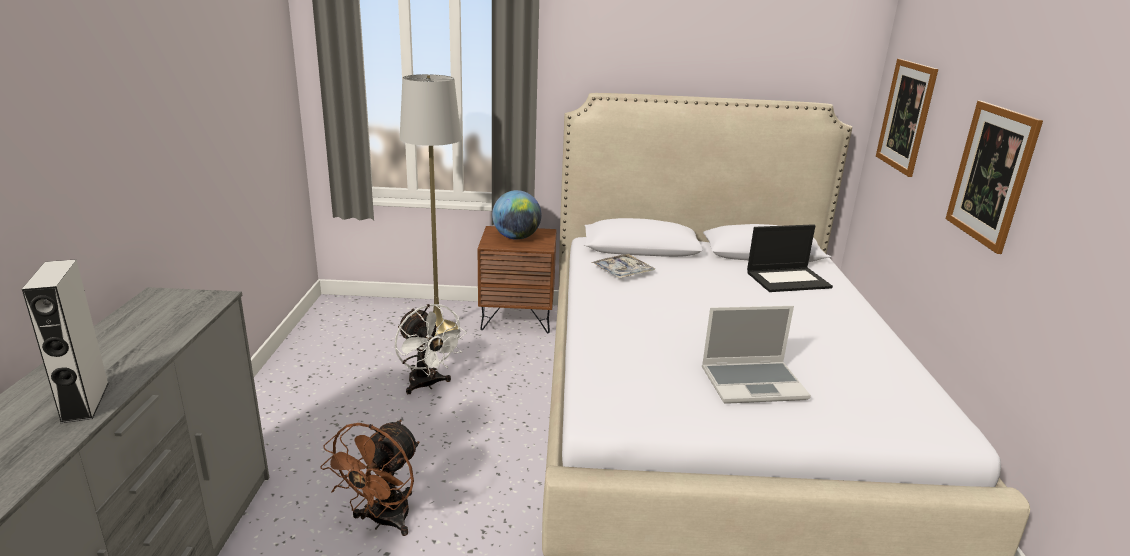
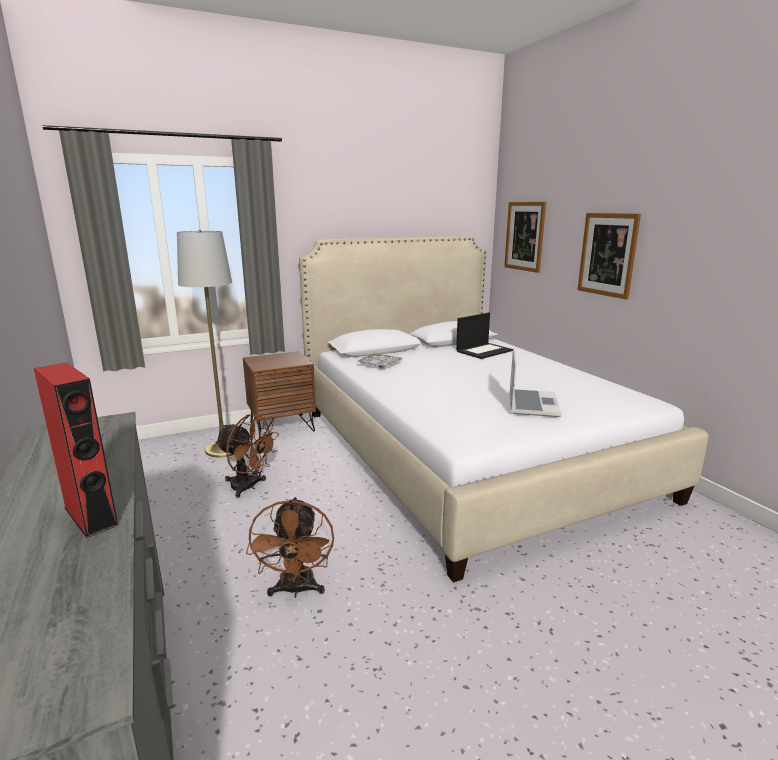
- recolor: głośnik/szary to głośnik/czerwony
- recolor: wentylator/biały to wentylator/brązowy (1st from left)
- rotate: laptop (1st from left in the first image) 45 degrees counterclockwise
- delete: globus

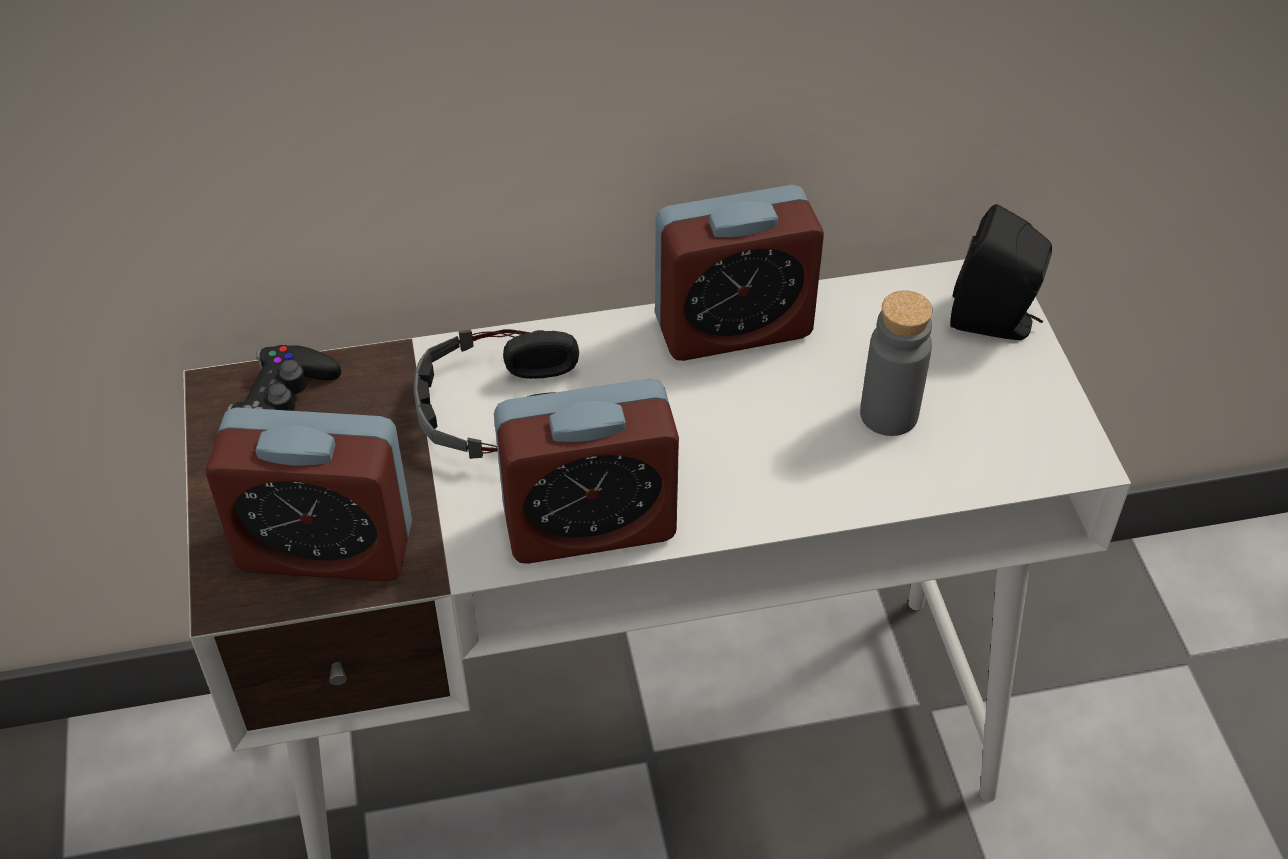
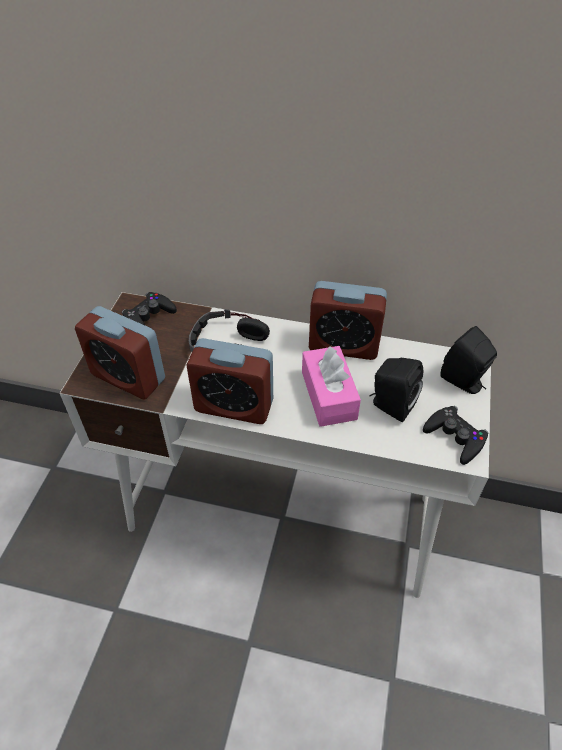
- insert: pudełko chusteczek/różowy
- replace: butelka/szary to głośnik/czarny (1st from left)
- insert: pad do gier/czarny (2nd from left)

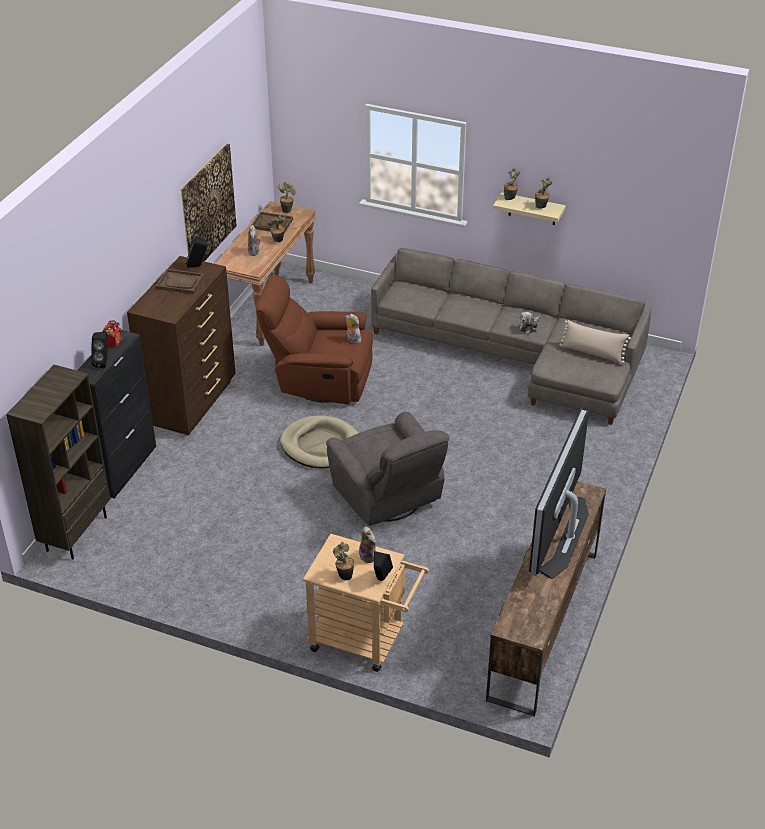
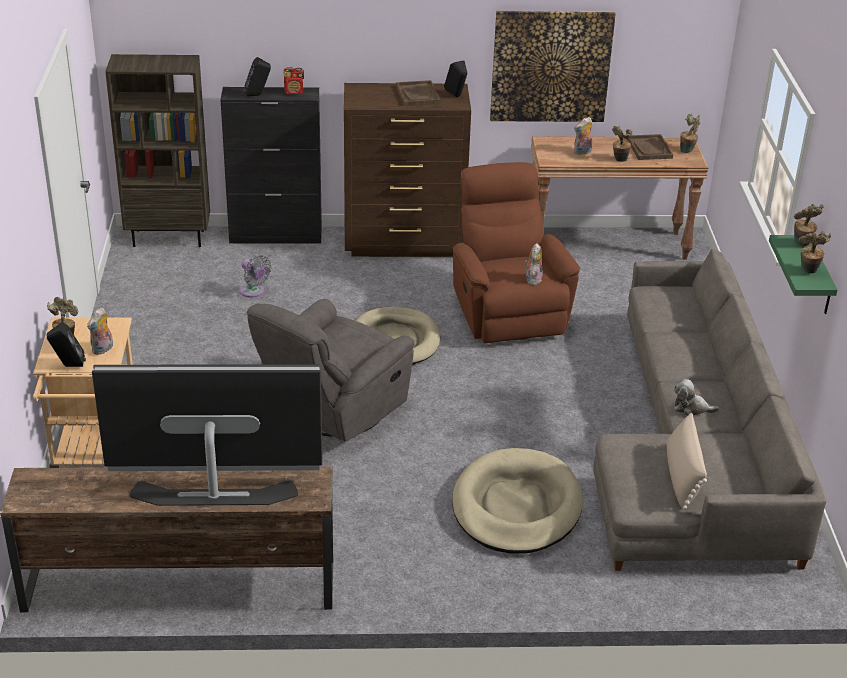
- insert: wentylator/szary
- insert: legowisko/beżowy (2nd from left)
- recolor: półka/beżowy to półka/zielony

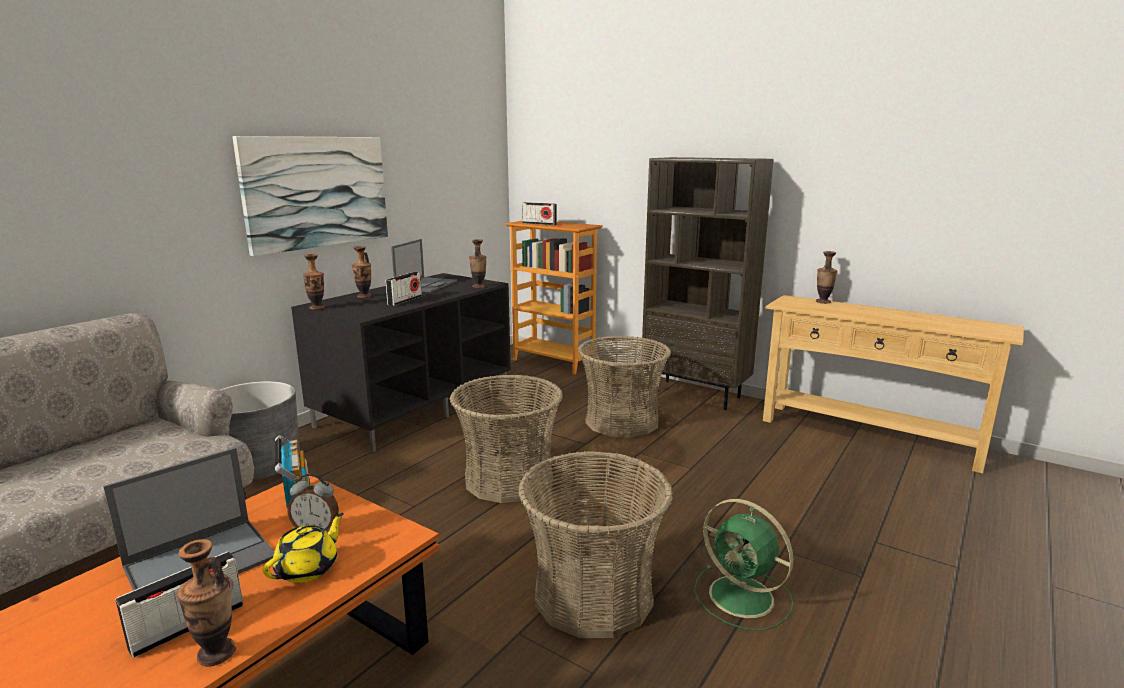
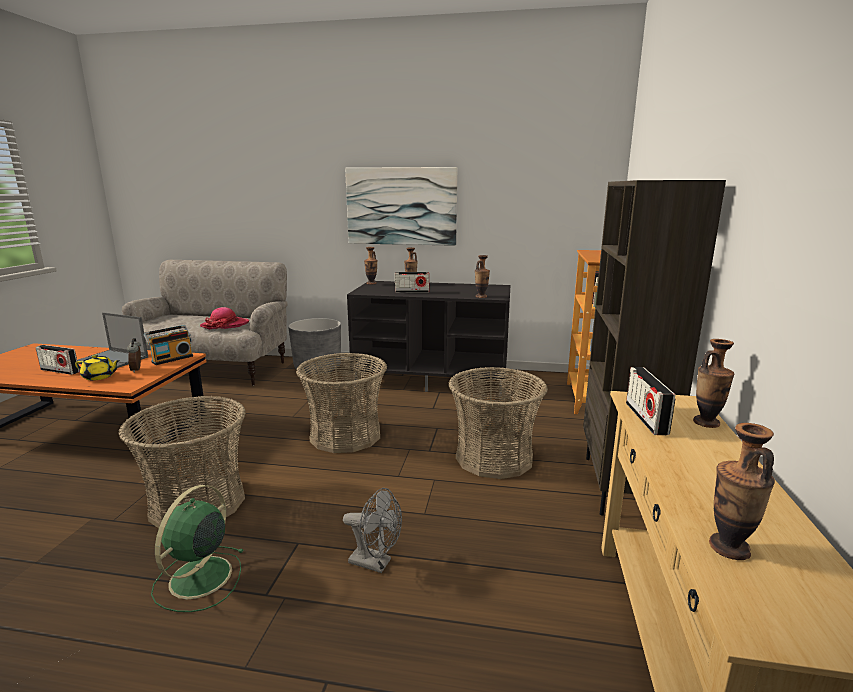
- insert: kapelusz
- insert: wentylator/szary
- move: radio (4th from left)
- move: wazon (1st from left in the first image) to wazon (5th from left)
- delete: laptop (2nd from left)

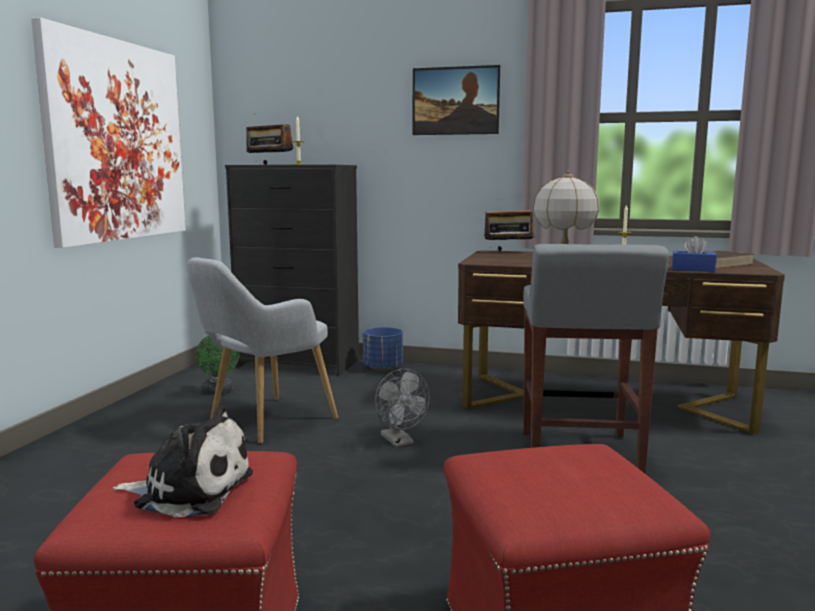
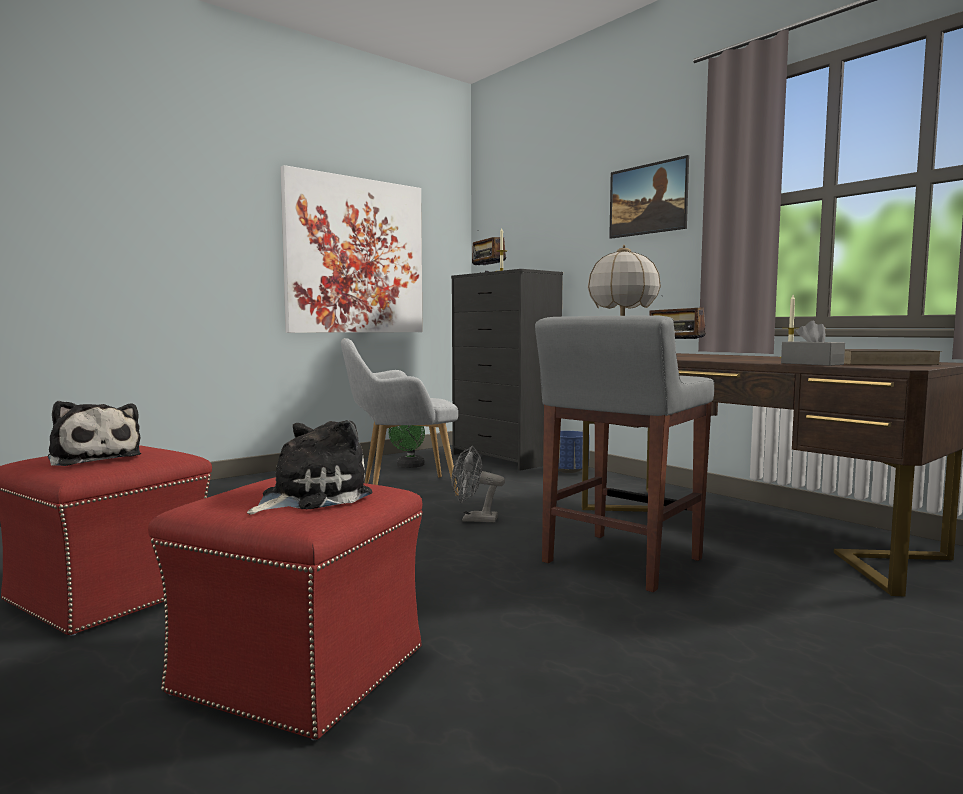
- insert: pluszak (2nd from left)
- rotate: wentylator/szary 90 degrees clockwise
- recolor: pudełko chusteczek/niebieski to pudełko chusteczek/szary

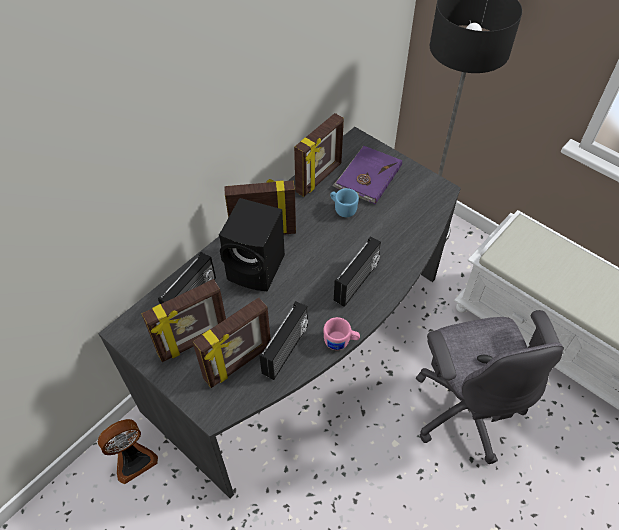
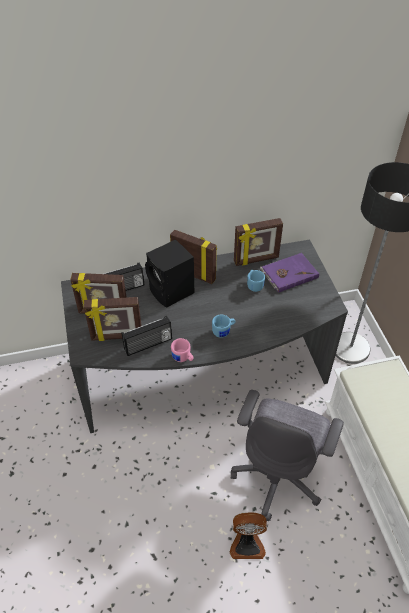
- replace: radio (3rd from left) to kubek/niebieski (1st from left)
- move: wentylator

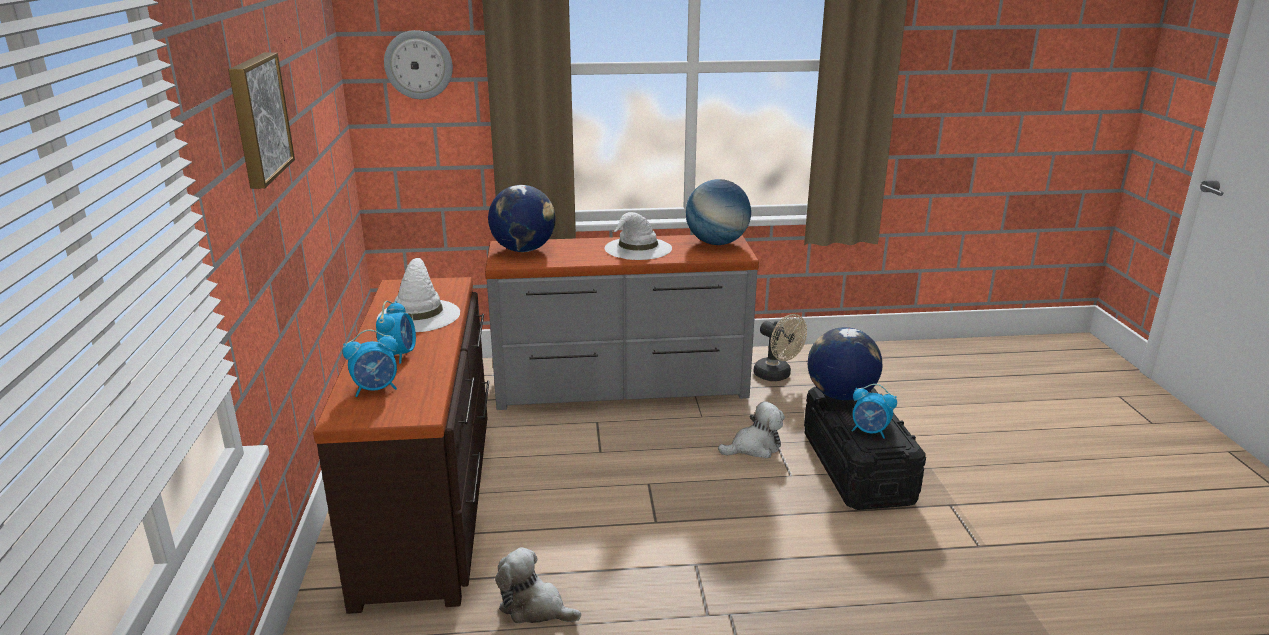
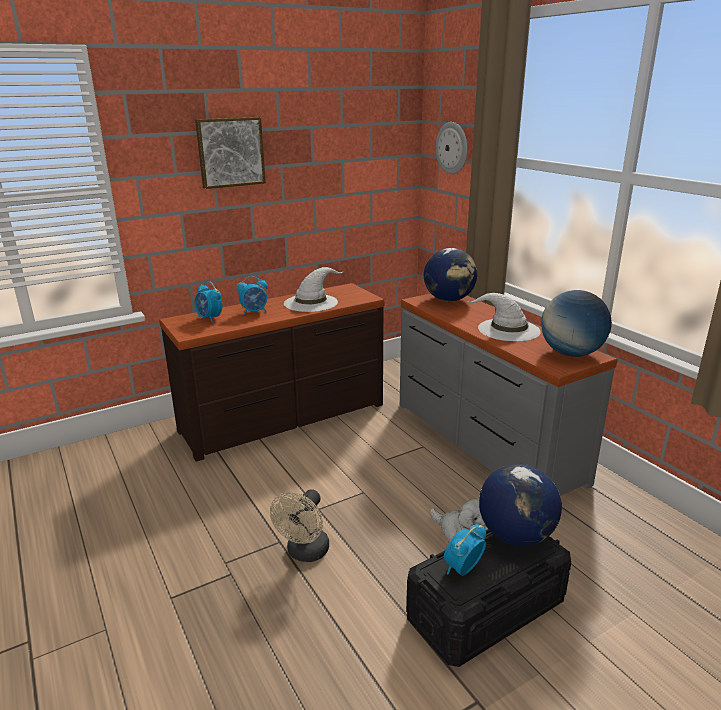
- move: wentylator/beżowy
- rotate: budzik (3rd from left) 45 degrees clockwise
- delete: pluszak (1st from left)

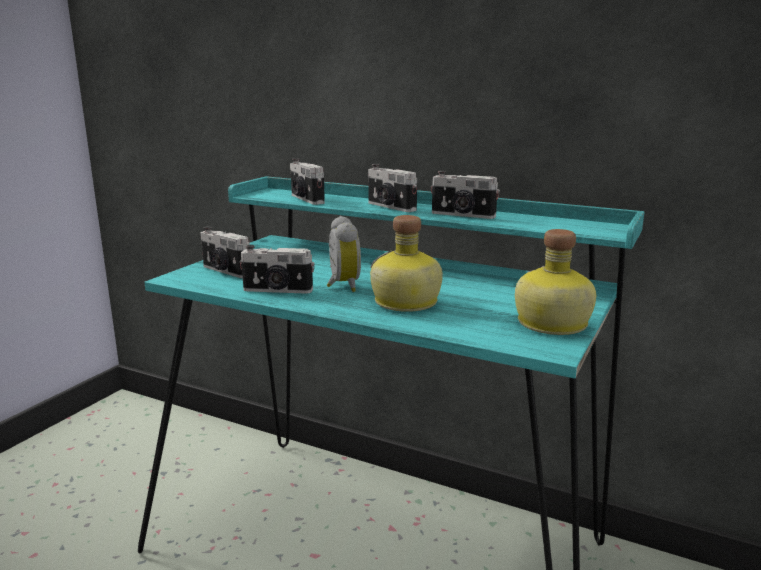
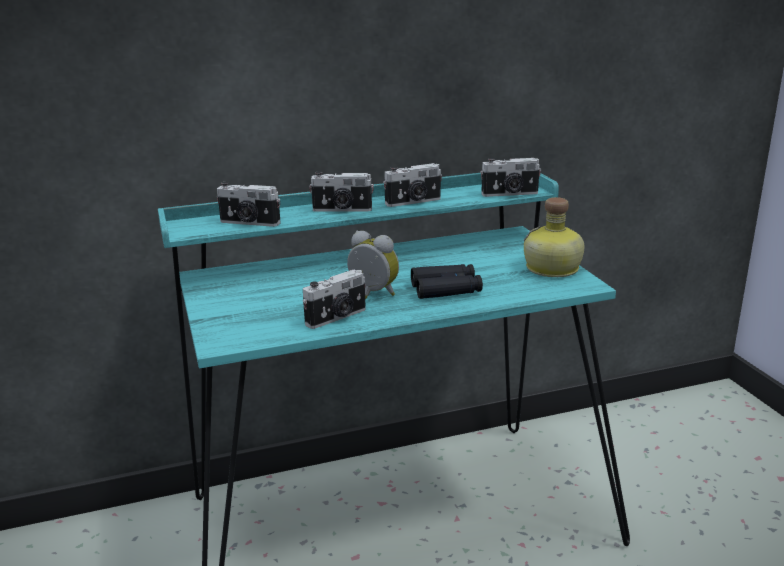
- replace: butelka (1st from left) to lornetka/czarny
- move: aparat fotograficzny (1st from left in the first image) to aparat fotograficzny (5th from left)

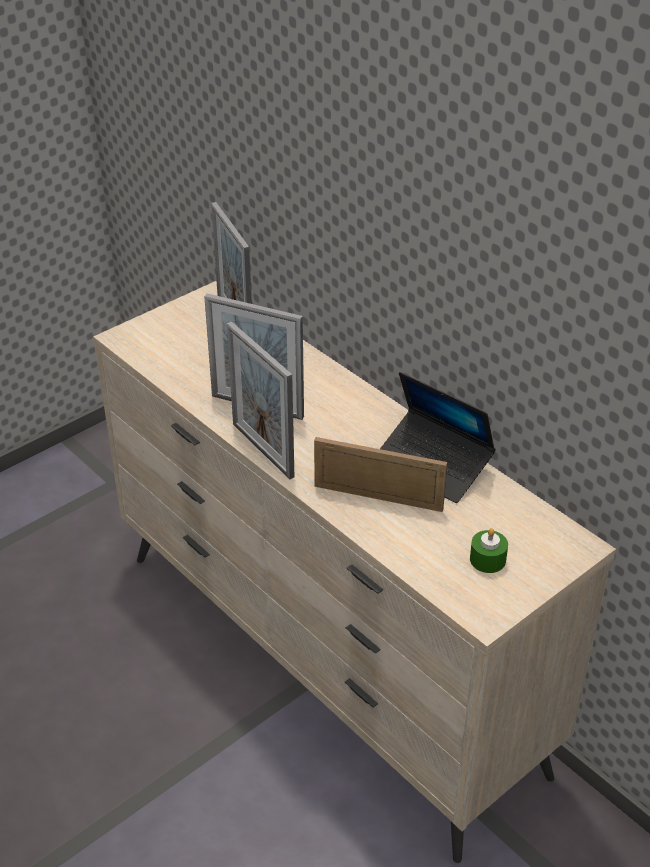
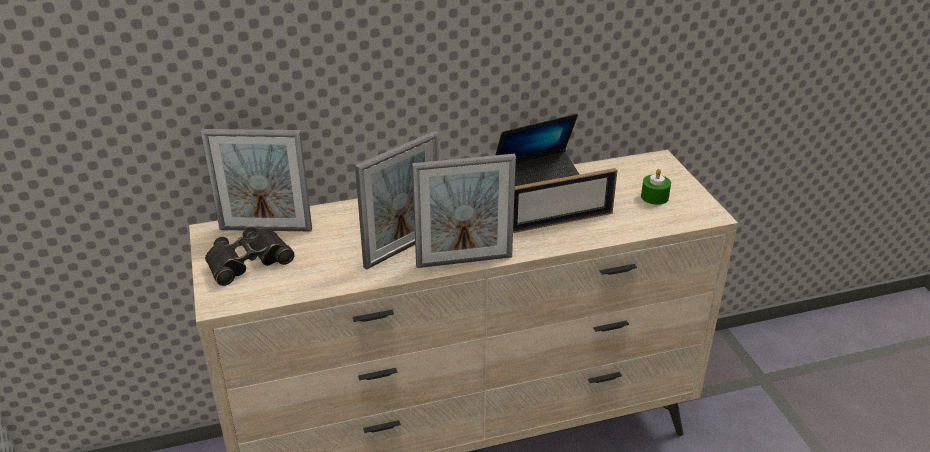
- insert: lornetka/czarny
- rotate: ramka na zdjęcie (4th from left) 150 degrees counterclockwise

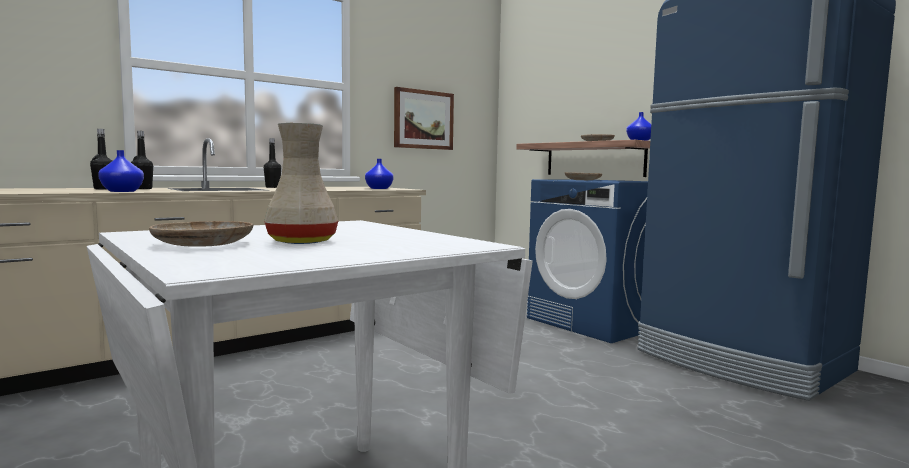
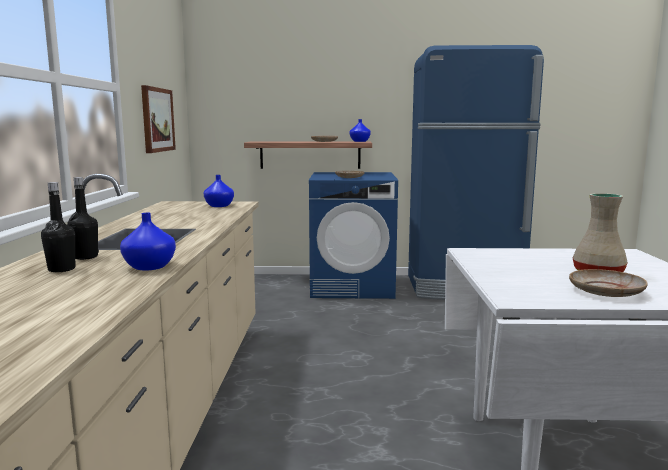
- delete: butelka/czarny (3rd from left)

